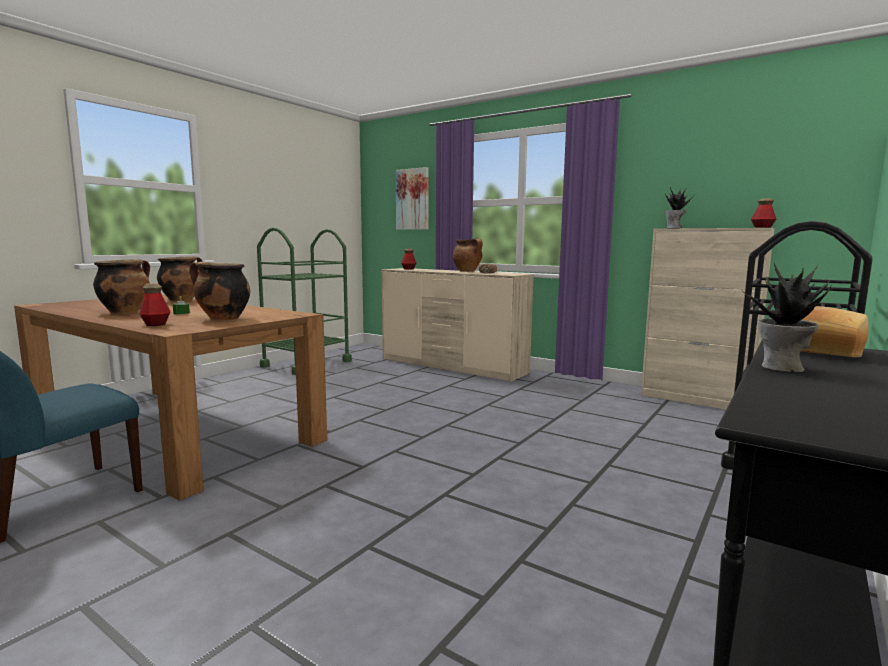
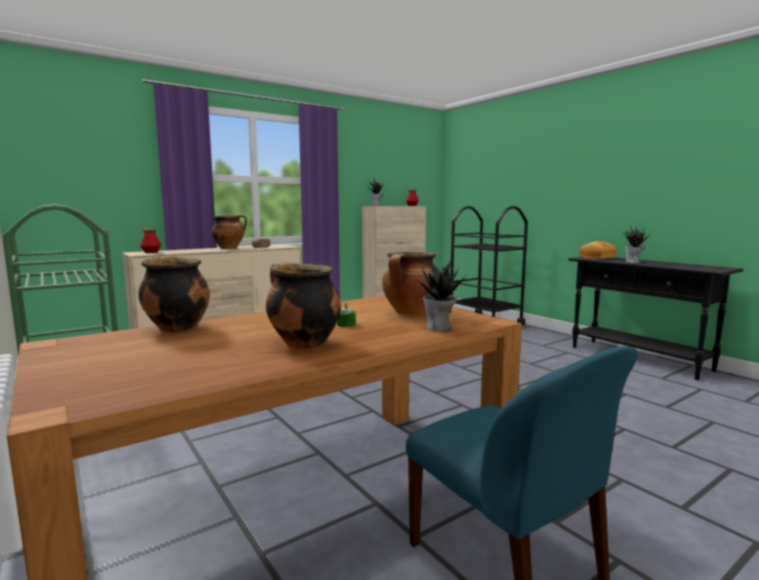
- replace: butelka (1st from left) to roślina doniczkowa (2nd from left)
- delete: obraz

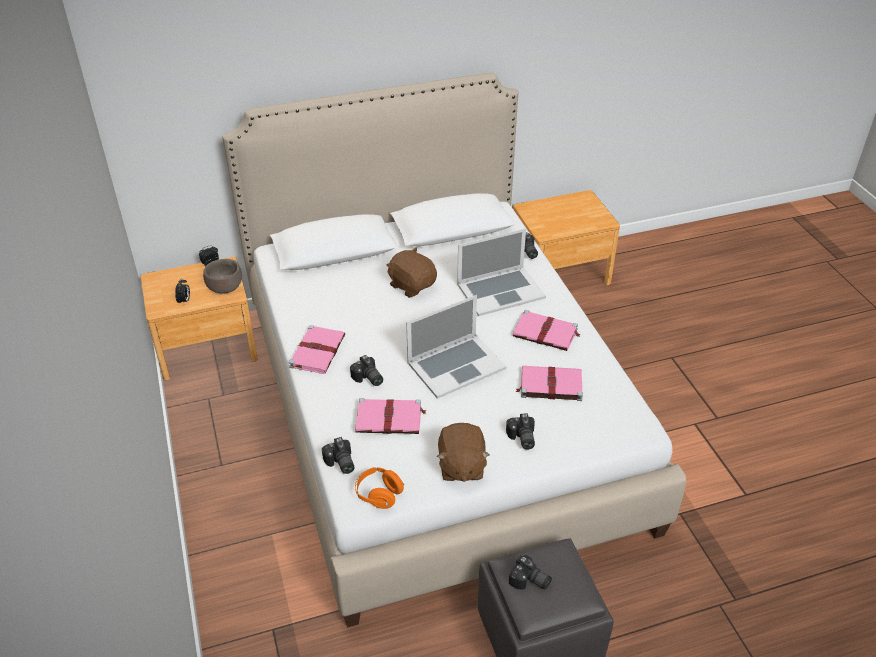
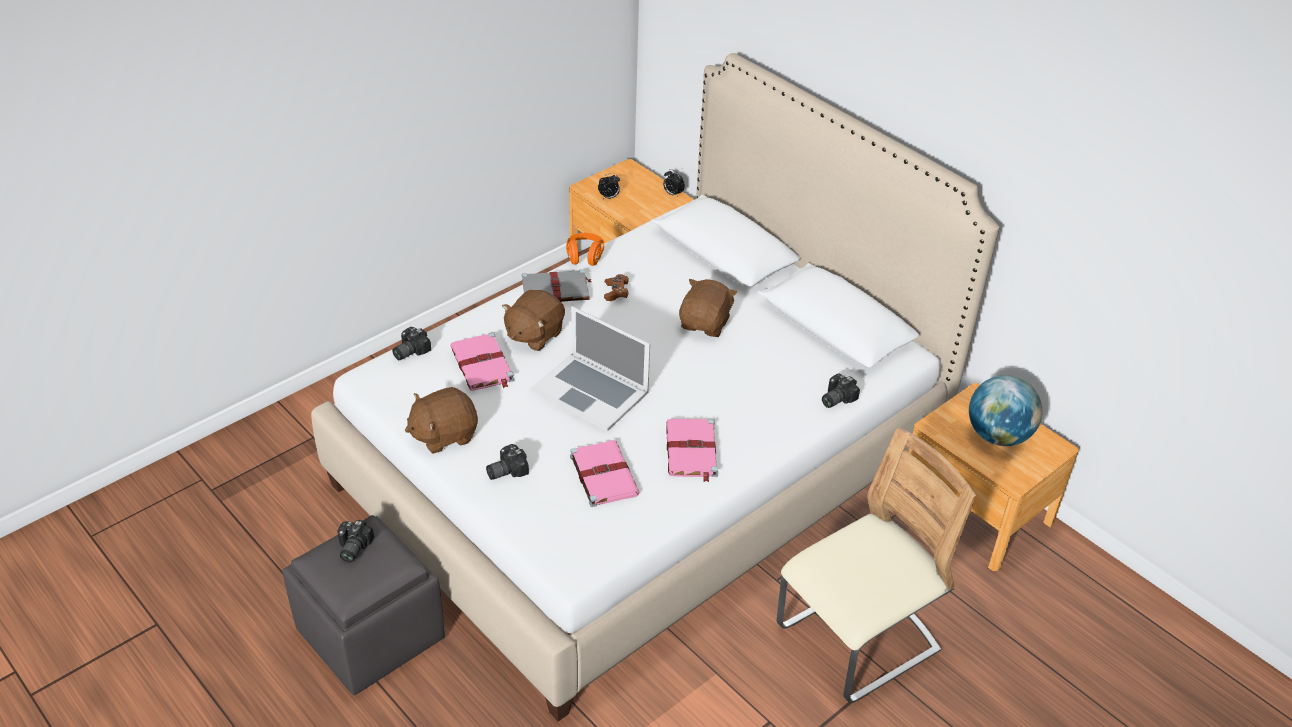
- replace: aparat fotograficzny (2nd from left) to pluszak/brązowy (2nd from left)
- recolor: książka/różowy (1st from left) to książka/szary
- move: słuchawki/pomarańczowy
- insert: pad do gier/brązowy
- insert: krzesło/beżowy
- insert: globus
- delete: miska/brązowy
- delete: laptop (2nd from left)

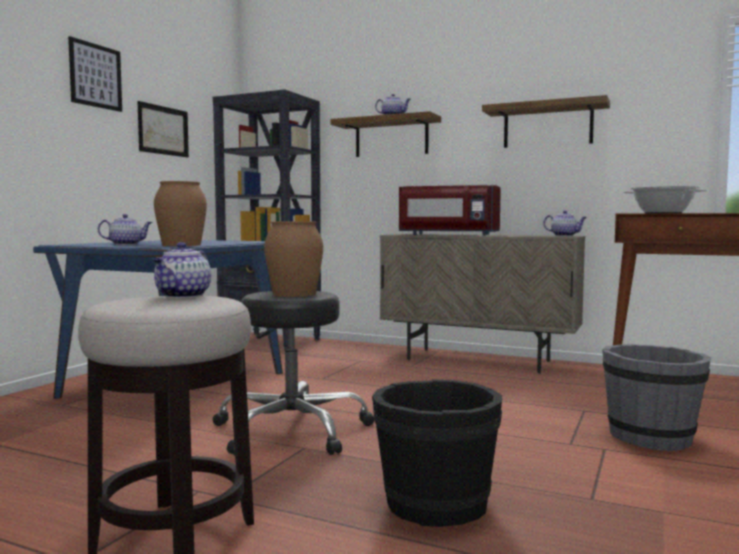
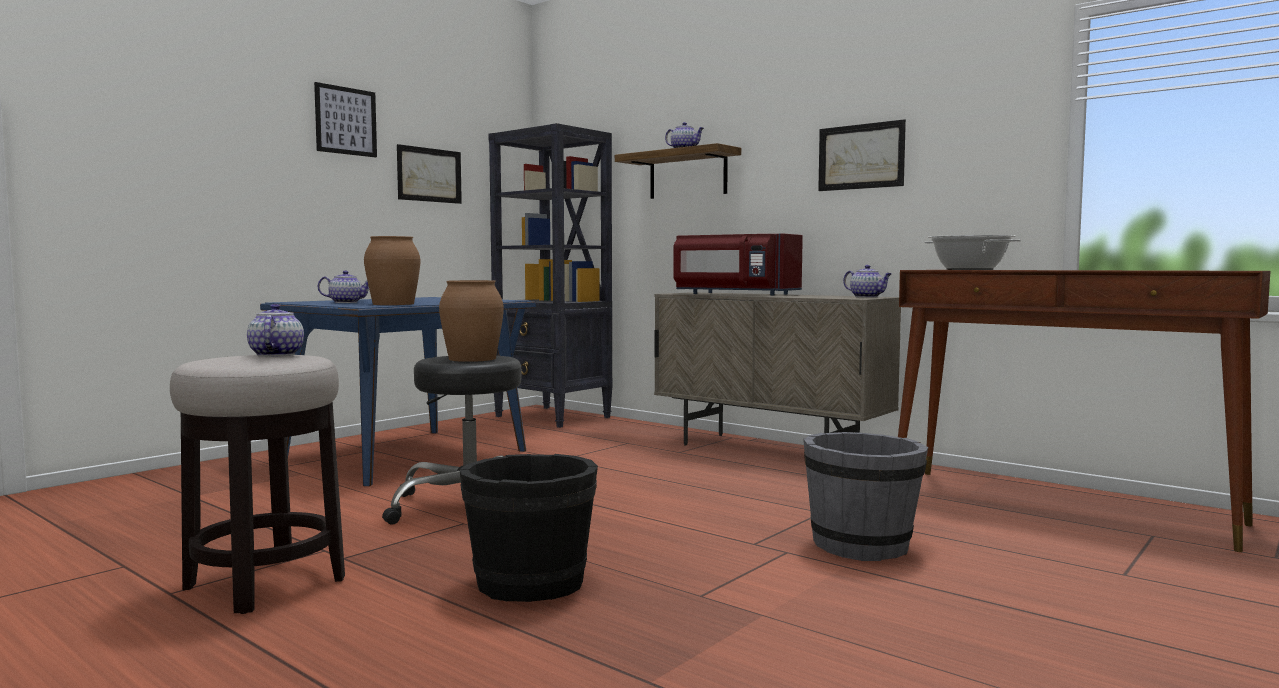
- rotate: imbryk (2nd from left in the first image) 135 degrees clockwise
- replace: półka (2nd from left) to obraz (3rd from left)

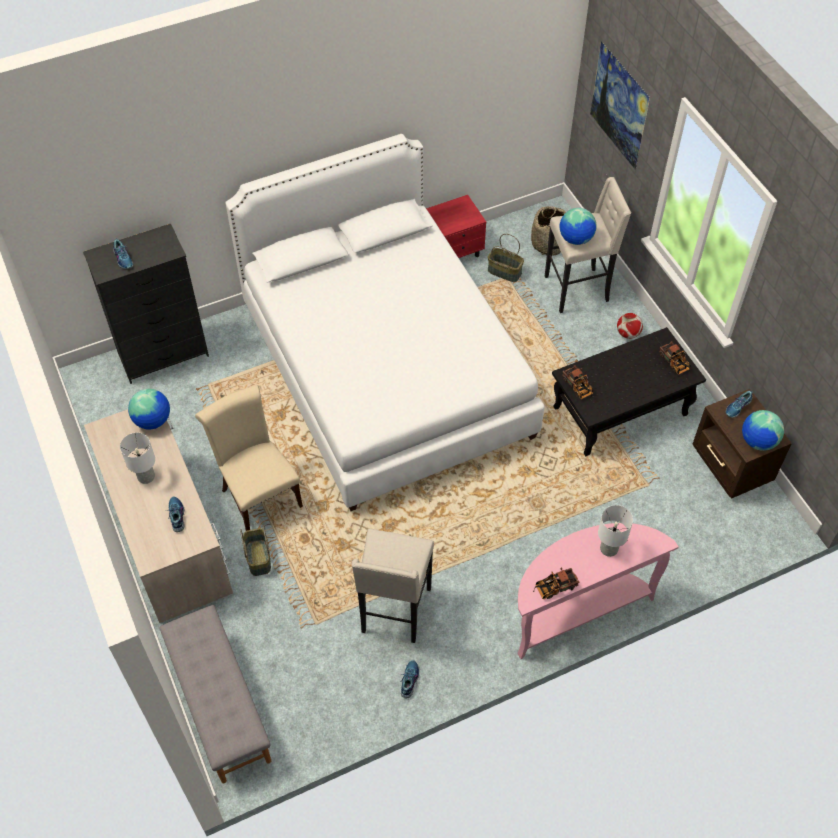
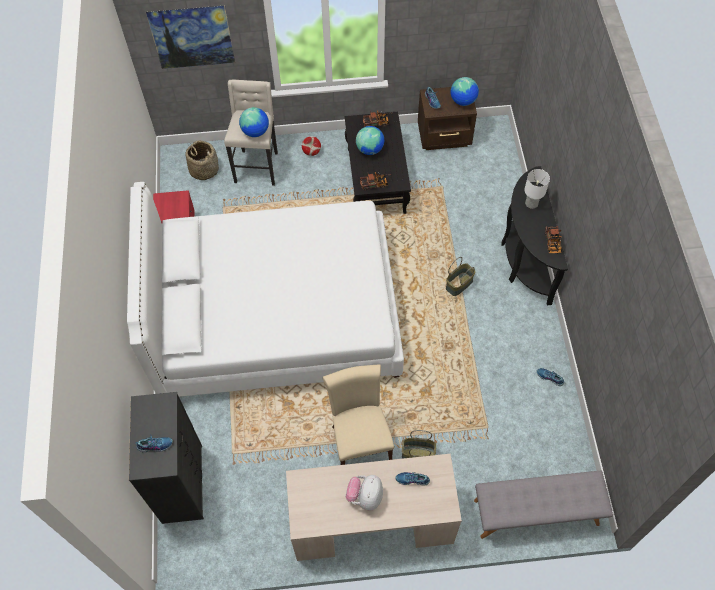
- rotate: krzesło/beżowy 90 degrees clockwise
- replace: lampa stołowa/biały (1st from left) to pluszak
- move: globus (1st from left in the first image) to globus (2nd from left)
- move: koszyk (2nd from left in the first image) to koszyk (3rd from left)
- recolor: stolik konsolowy/różowy to stolik konsolowy/czarny
- delete: stołek/beżowy (1st from left)

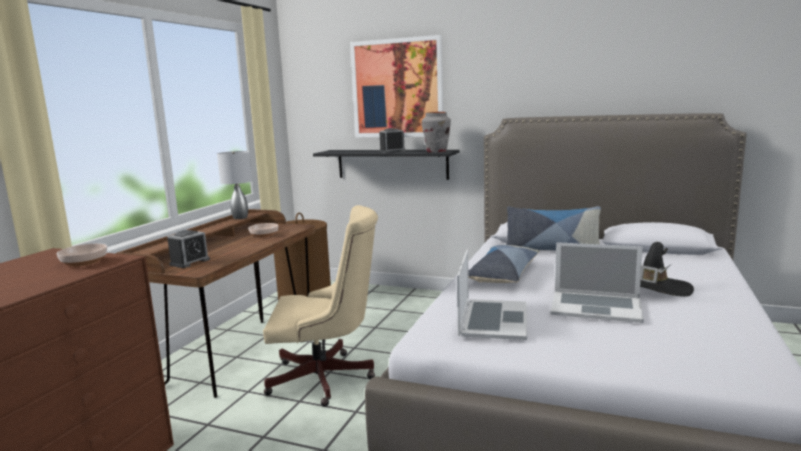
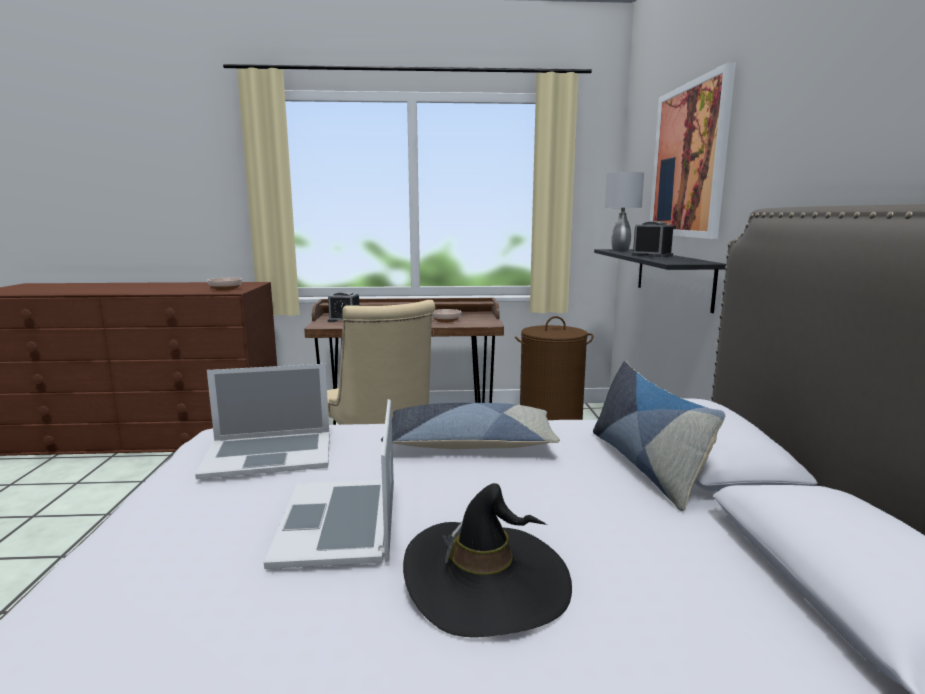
- move: lampa stołowa/szary
- delete: wazon/szary

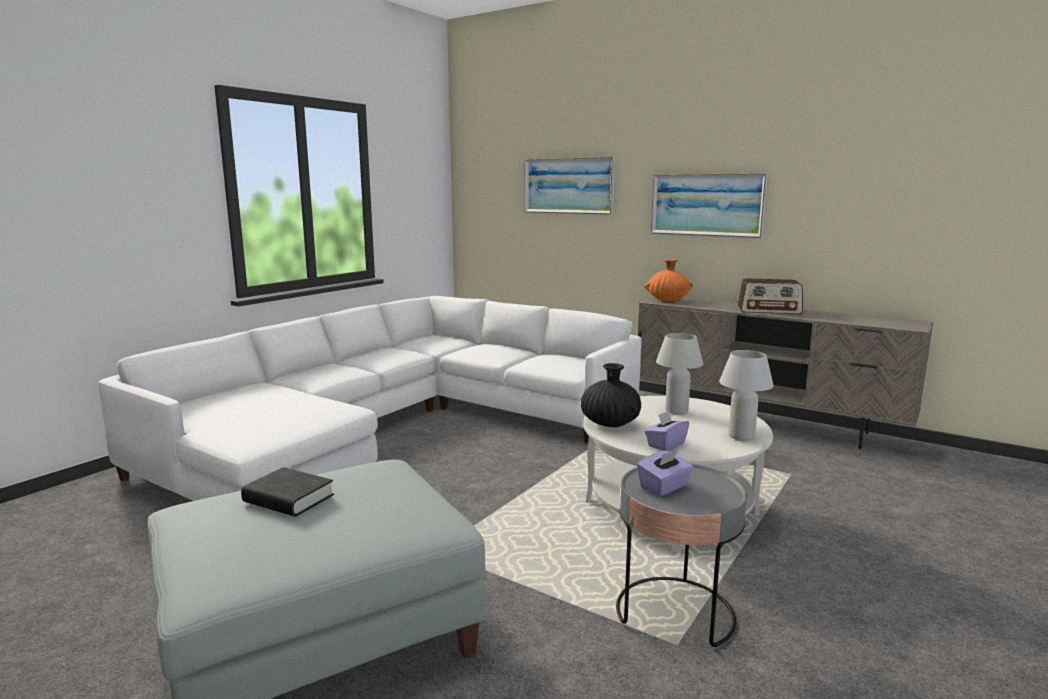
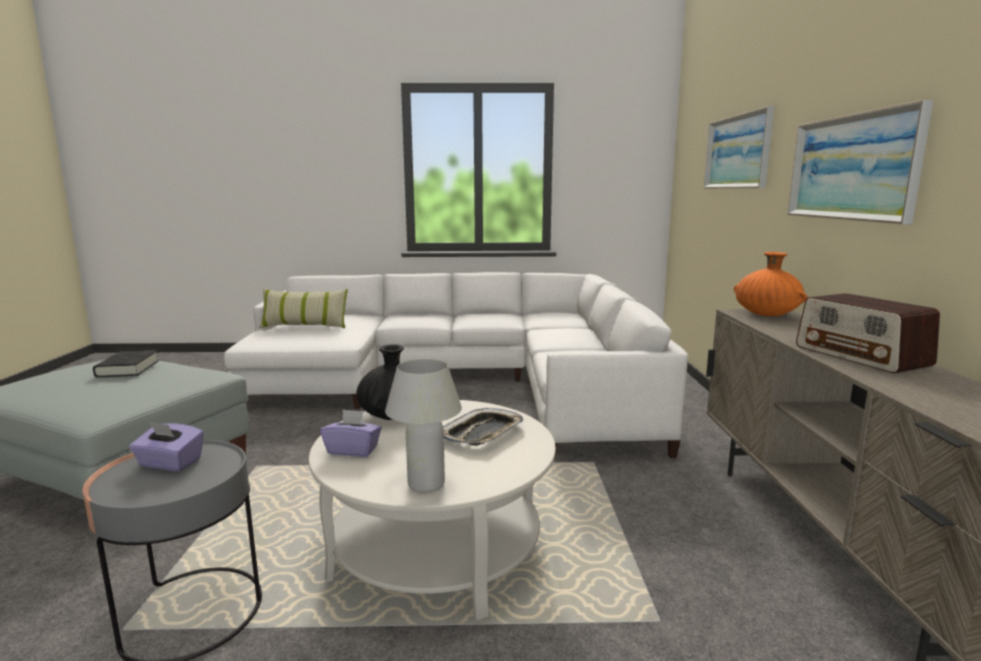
- insert: poduszka
- replace: lampa stołowa/biały (1st from left) to taca

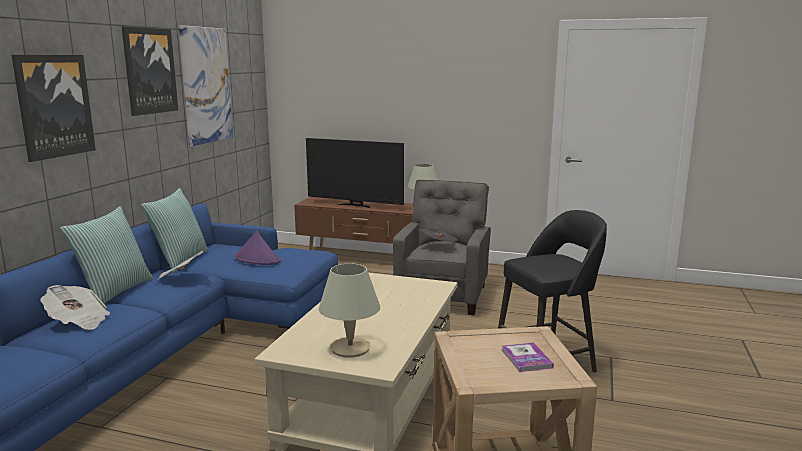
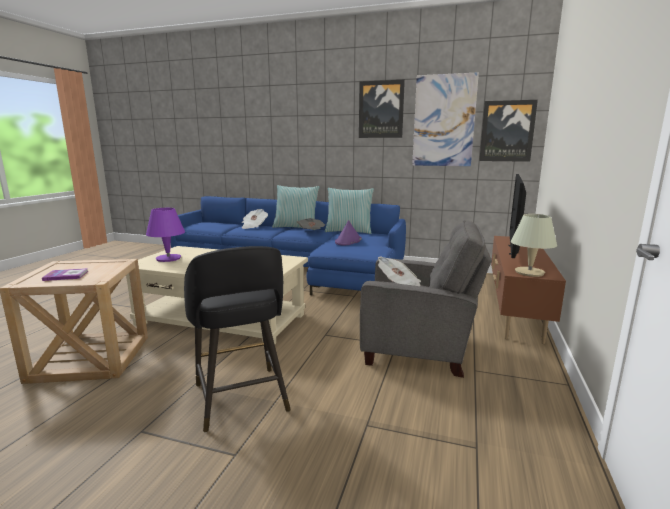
- recolor: lampa stołowa/beżowy (1st from left) to lampa stołowa/fioletowy
- move: obraz (1st from left in the first image) to obraz (3rd from left)

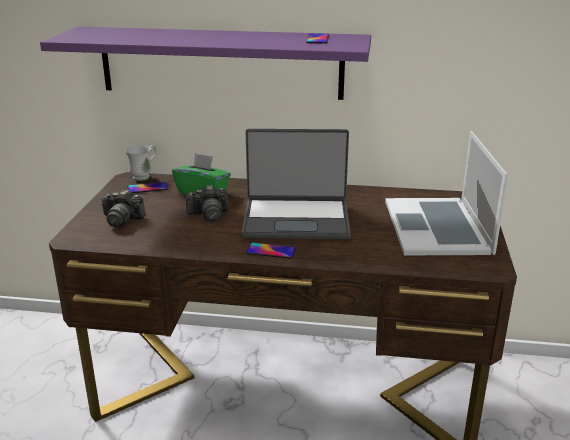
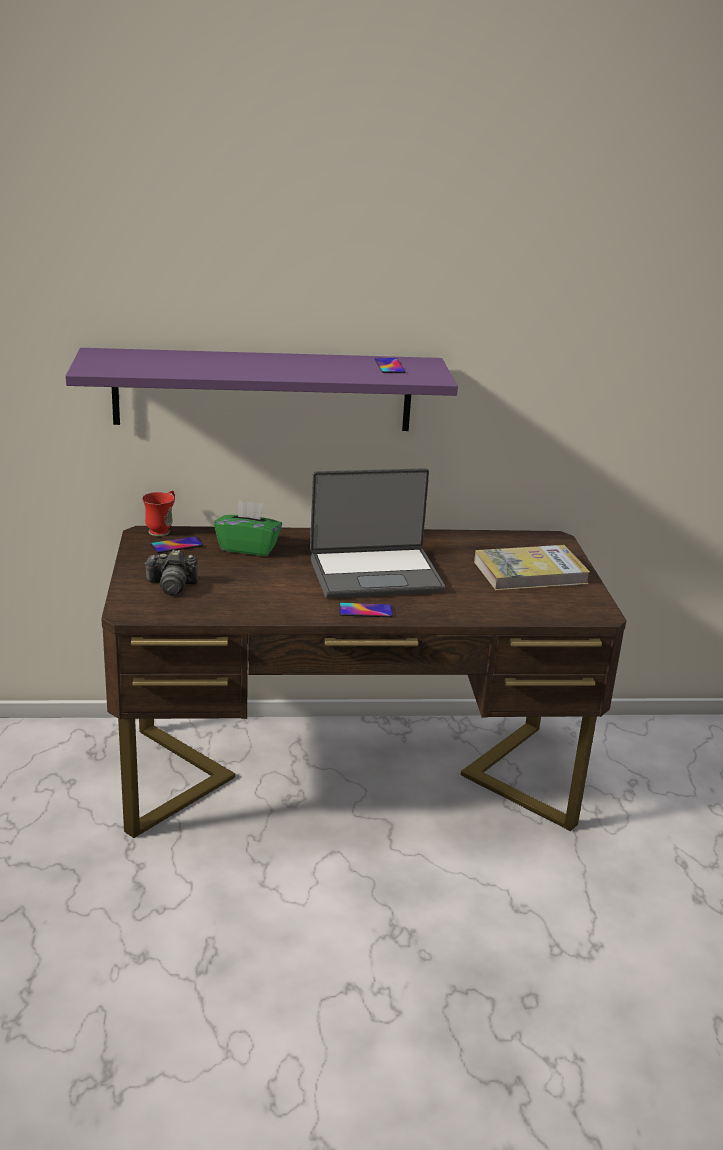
- recolor: kubek/biały to kubek/czerwony
- replace: laptop (2nd from left) to książka
- delete: aparat fotograficzny (2nd from left)

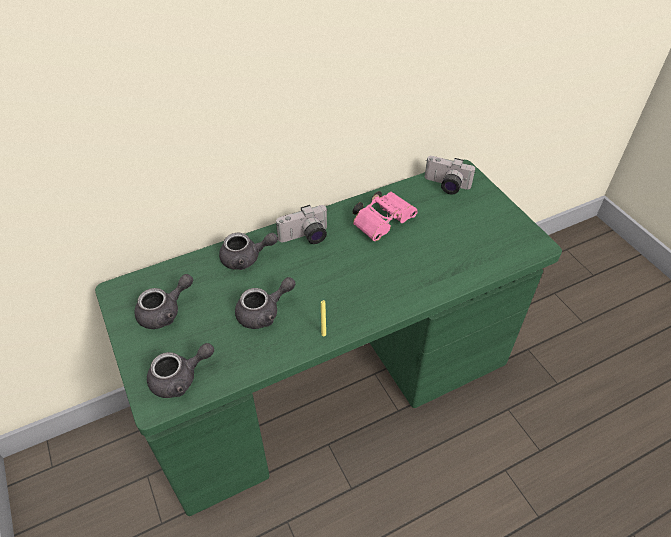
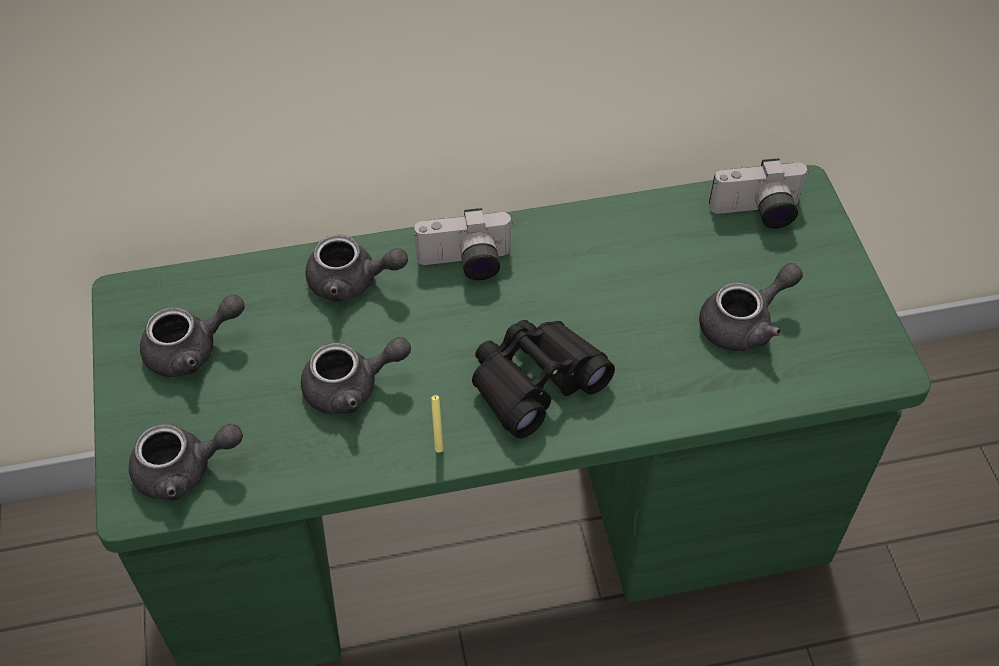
- insert: lornetka/czarny
- insert: imbryk/szary (5th from left)
- rotate: aparat fotograficzny (2nd from left) 45 degrees counterclockwise
- delete: lornetka/różowy

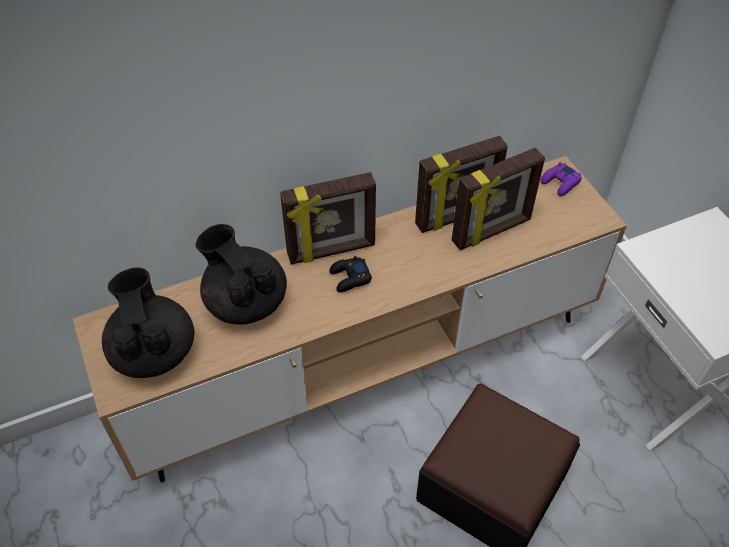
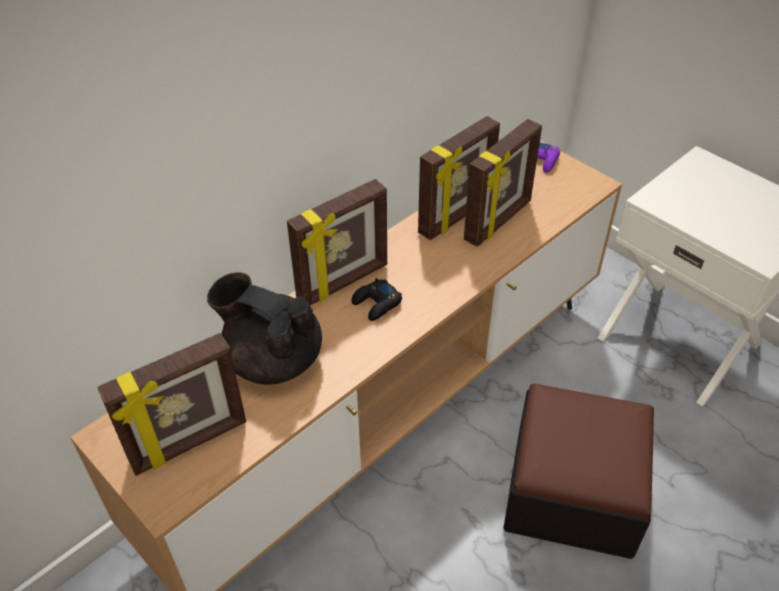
- replace: imbryk/czarny (1st from left) to ramka na zdjęcie (1st from left)

